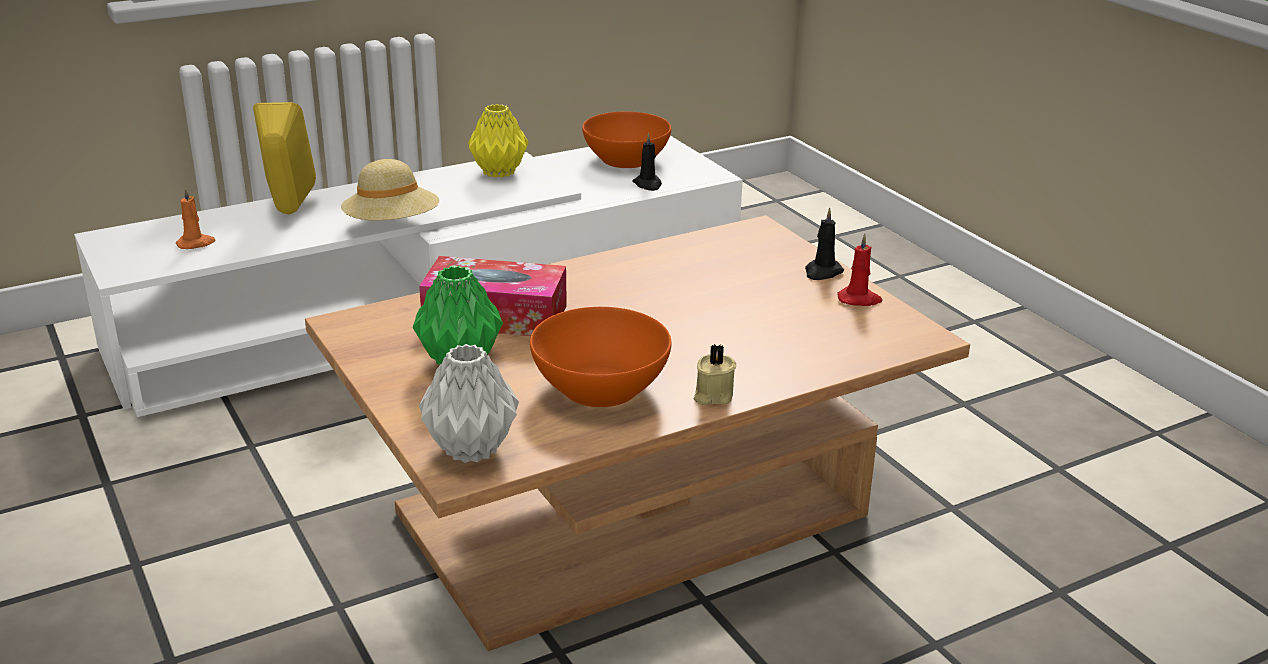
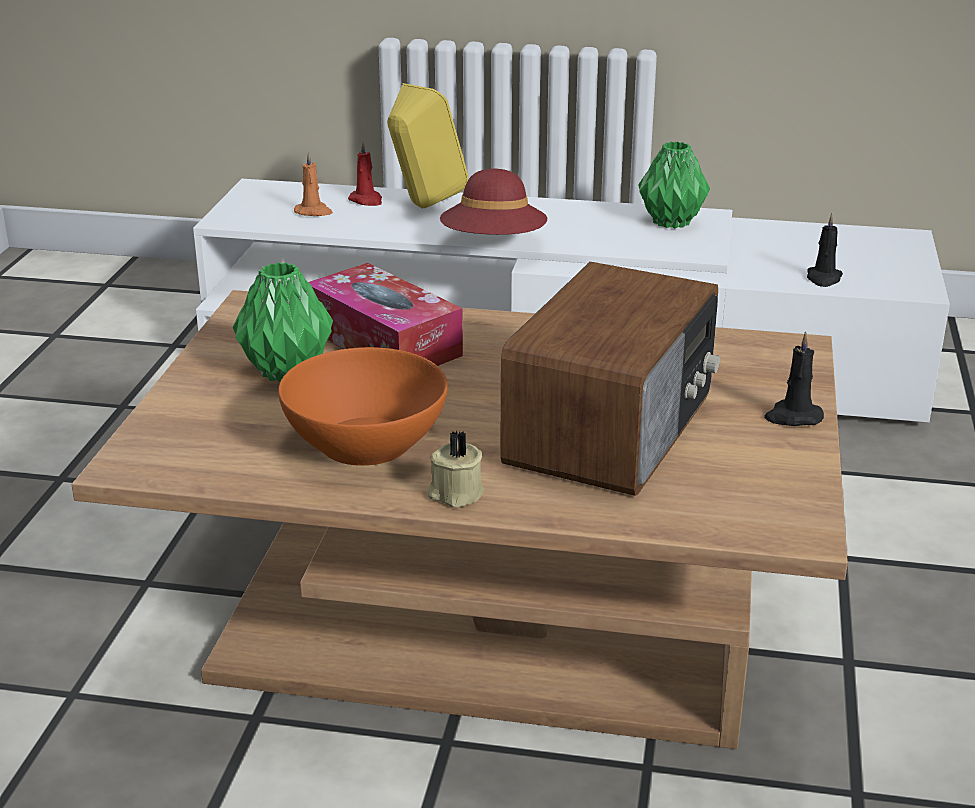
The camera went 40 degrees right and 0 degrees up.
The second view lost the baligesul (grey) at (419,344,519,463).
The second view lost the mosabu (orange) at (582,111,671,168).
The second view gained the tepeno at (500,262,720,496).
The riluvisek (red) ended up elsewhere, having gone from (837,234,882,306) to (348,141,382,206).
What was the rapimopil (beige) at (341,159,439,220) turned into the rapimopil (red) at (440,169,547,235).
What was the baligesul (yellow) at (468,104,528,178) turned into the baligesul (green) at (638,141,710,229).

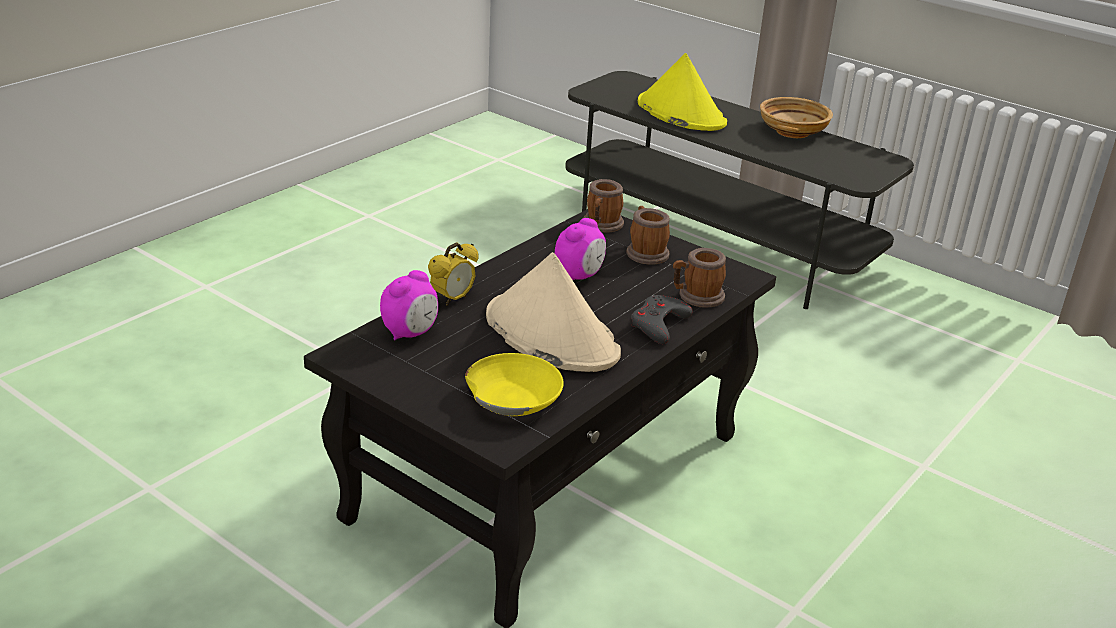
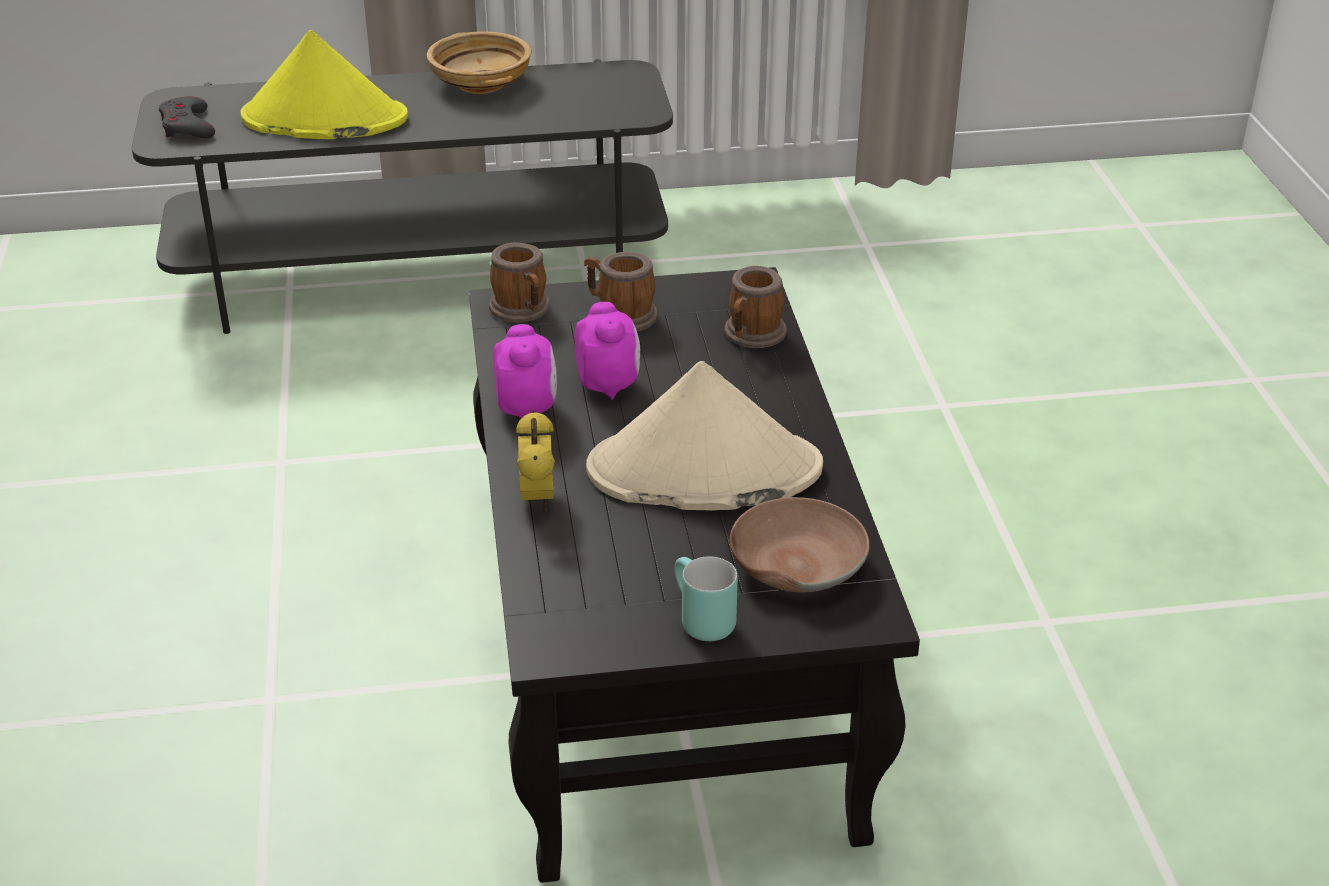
The camera went 45 degrees left and 5 degrees up.
The second view gained the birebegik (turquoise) at (675,556,738,641).
The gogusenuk ended up elsewhere, having gone from (380,270,438,340) to (493,324,557,418).
The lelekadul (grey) ended up elsewhere, having gone from (631,295,693,344) to (159,96,215,138).
What was the mosabu (yellow) at (465,353,564,416) turned into the mosabu (brown) at (729,497,870,592).

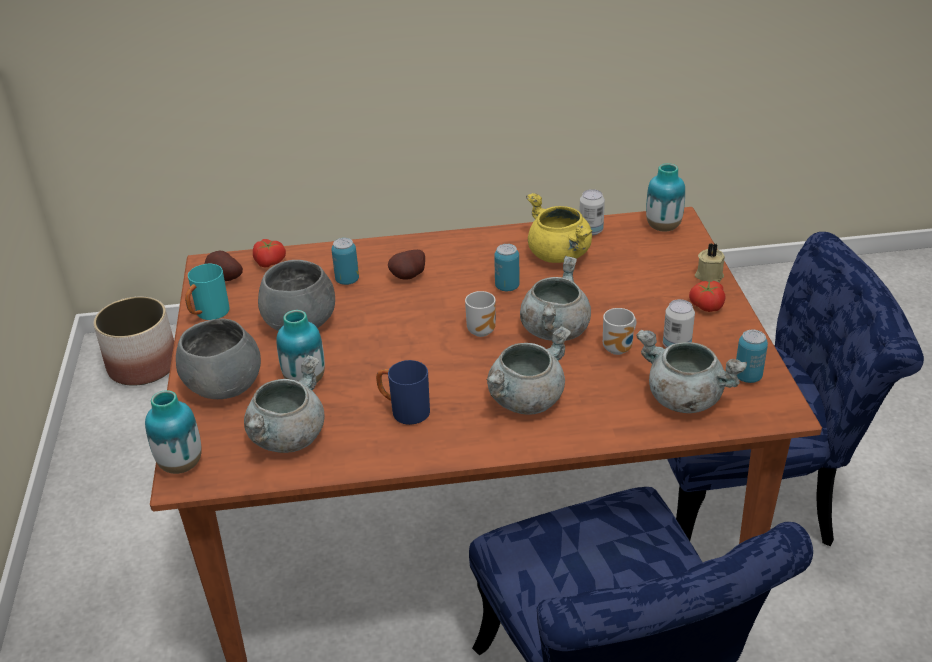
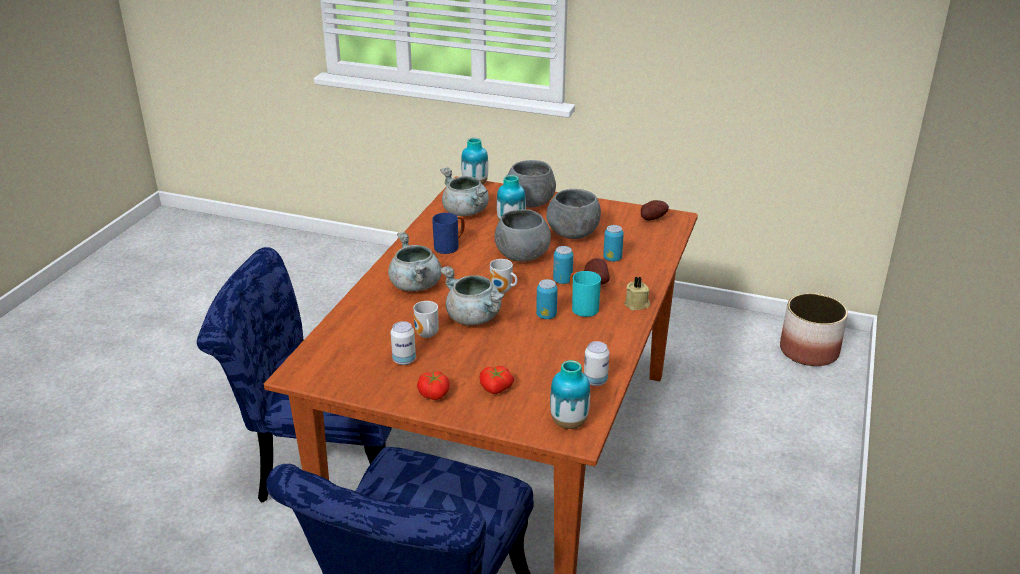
The camera went 115 degrees right and 5 degrees down.
The second view lost the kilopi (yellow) at (526,193,592,263).
The second view lost the kilopi (grey) at (636,329,747,413).
The second view gained the mosabu (grey) at (494,209,551,262).
The birebegik (turquoise) ended up elsewhere, having gone from (185,264,230,320) to (570,271,601,317).
The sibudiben ended up elsewhere, having gone from (253,239,286,267) to (480,366,514,394).
The riluvisek (beige) ended up elsewhere, having gone from (695,243,725,283) to (624,276,650,310).
The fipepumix ended up elsewhere, having gone from (736,330,768,383) to (553,246,573,284).

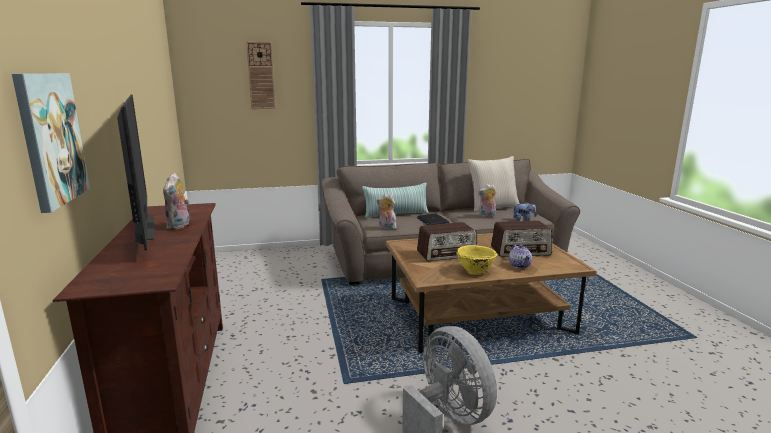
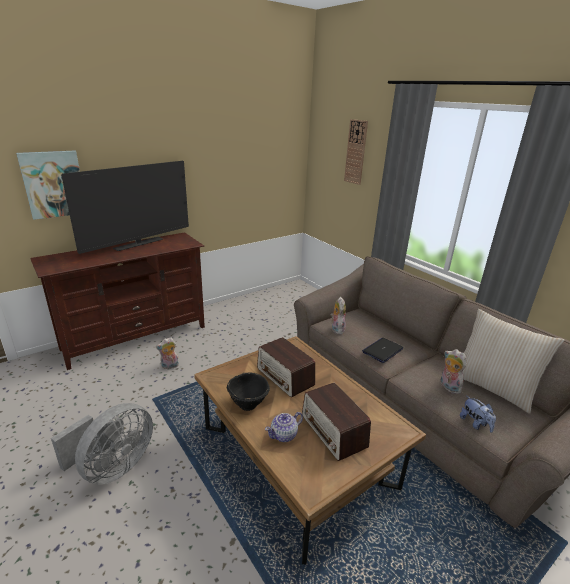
The camera went 65 degrees right and 10 degrees up.
The second view lost the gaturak at (362,183,429,218).
The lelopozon ended up elsewhere, having gone from (163,173,190,230) to (156,337,179,369).
What was the mosabu (yellow) at (456,245,497,275) turned into the mosabu (black) at (227,372,270,411).

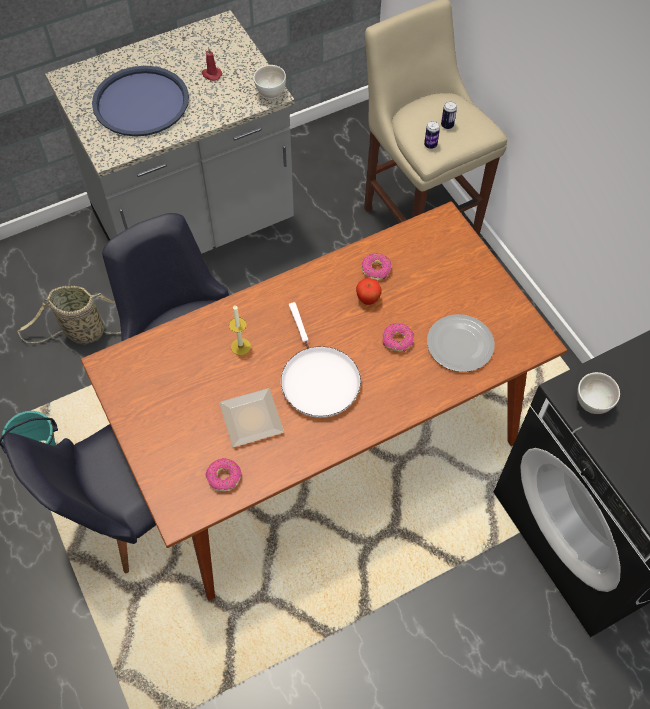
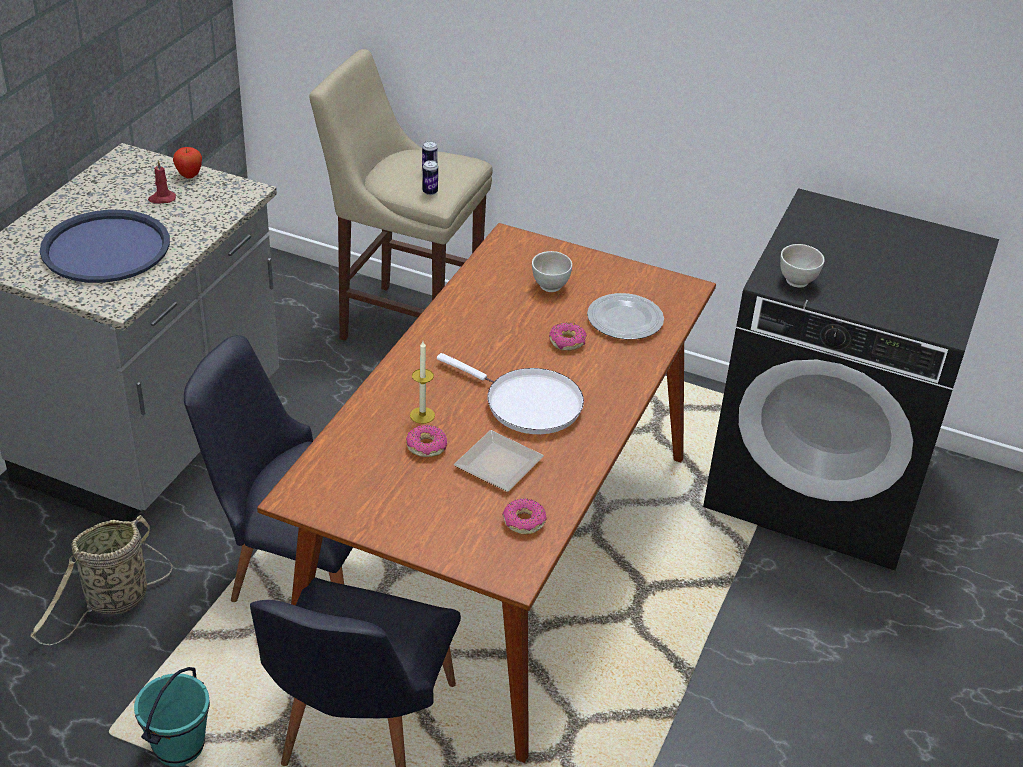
The camera went 40 degrees left and 20 degrees down.
The mosabu (white) ended up elsewhere, having gone from (253,65,286,99) to (532,251,572,292).
The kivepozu ended up elsewhere, having gone from (356,278,382,305) to (173,147,202,179).
The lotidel ended up elsewhere, having gone from (362,253,391,280) to (406,425,447,457).

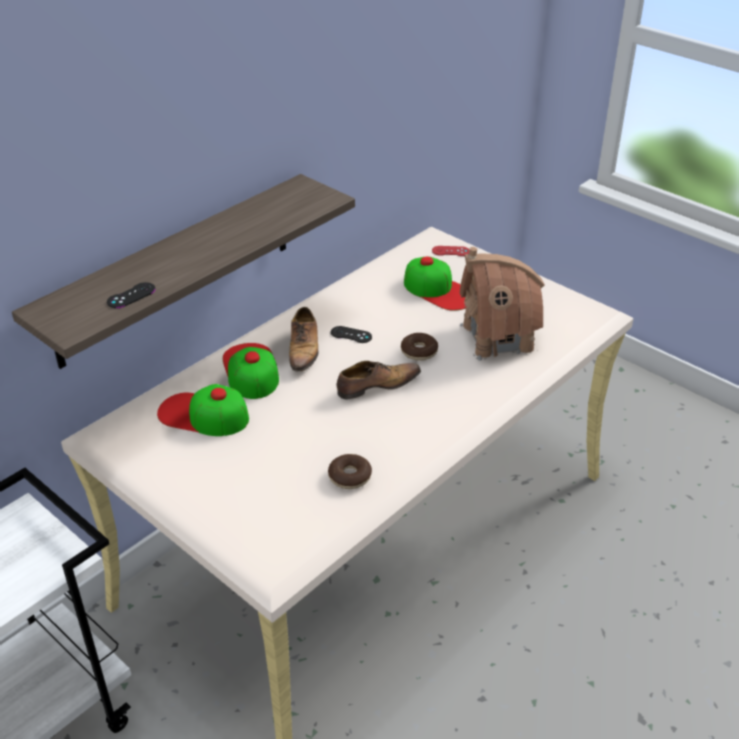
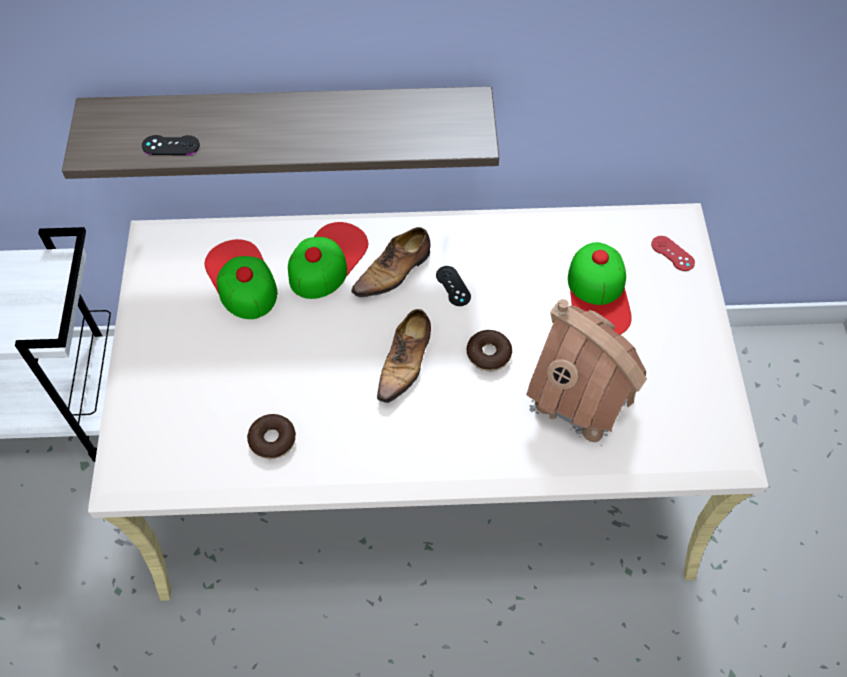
The camera went 45 degrees right and 20 degrees up.
The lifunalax at (337,361,421,399) ended up facing another way, 90 degrees clockwise from before.

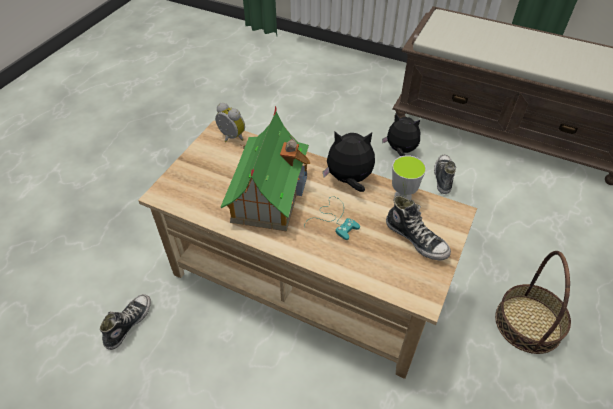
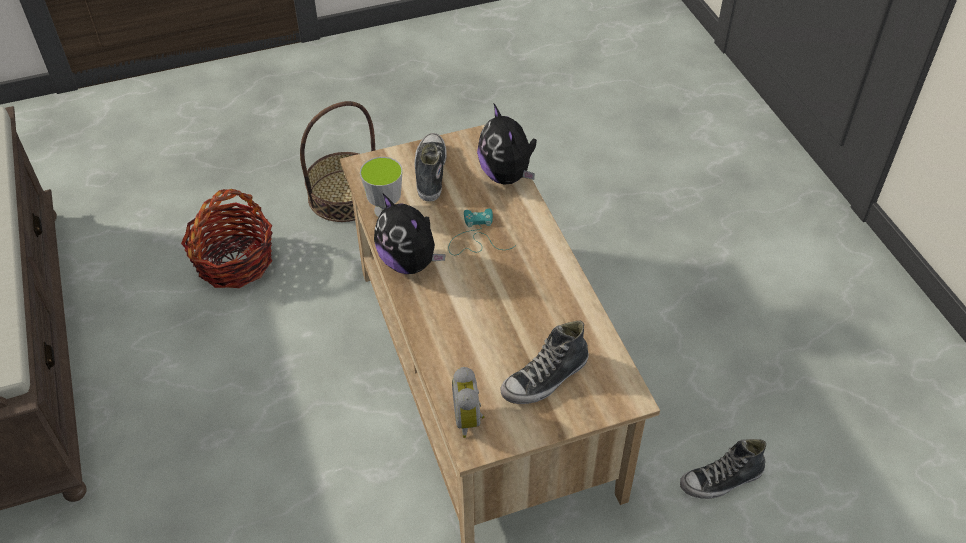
The camera went 135 degrees left and 0 degrees up.
The second view lost the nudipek at (220,106,310,231).
The second view gained the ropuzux at (181,189,273,288).
The lelopozon ended up elsewhere, having gone from (382,114,420,156) to (477,104,537,185).
The lifunalax ended up elsewhere, having gone from (434,155,456,194) to (500,321,589,404).

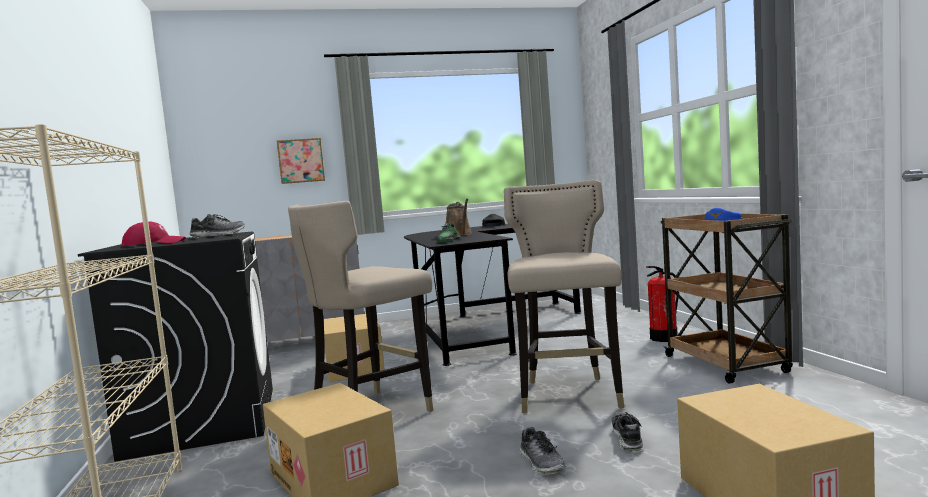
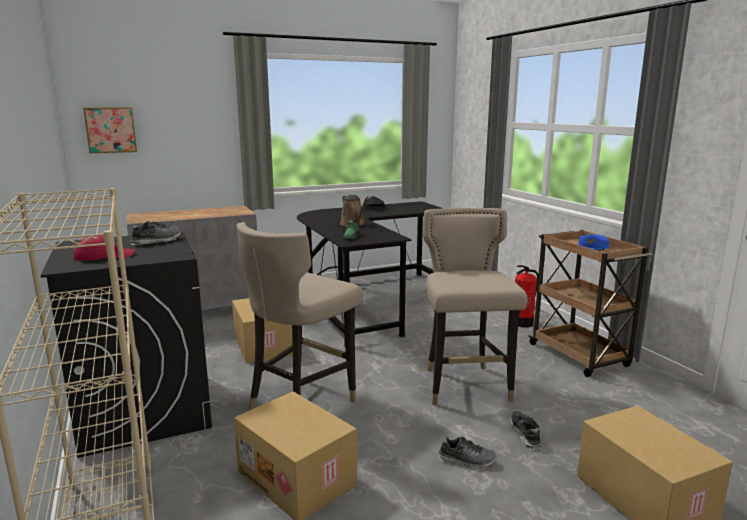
The camera went 10 degrees left and 10 degrees up.
The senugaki ended up elsewhere, having gone from (277,138,325,184) to (83,107,137,153).
The lifunalax at (519,427,566,475) ended up facing another way, 45 degrees counterclockwise from before.

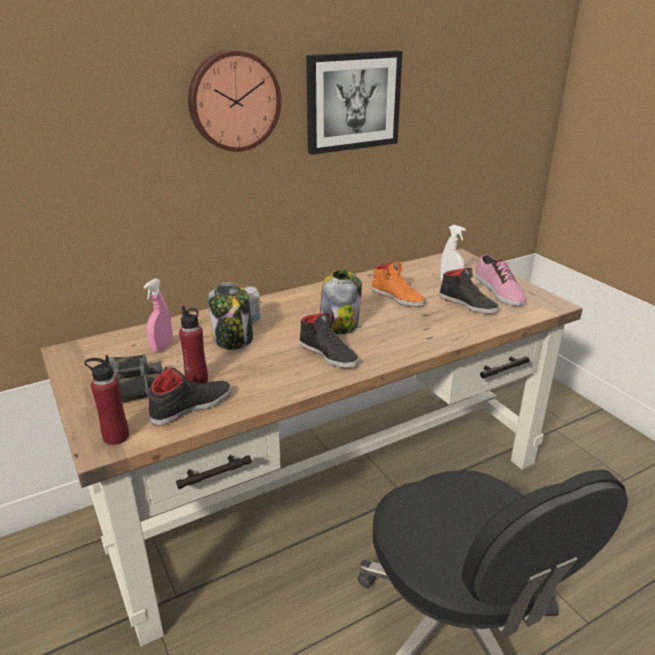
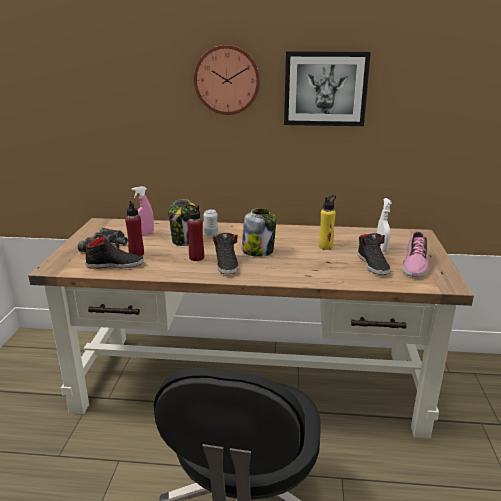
The camera went 35 degrees right and 5 degrees down.
The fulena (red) ended up elsewhere, having gone from (85,355,129,445) to (186,205,204,261).
Where the lifunalax (orange) stood at (371,262,425,307), the fulena (yellow) came to stand at (319,195,336,250).

